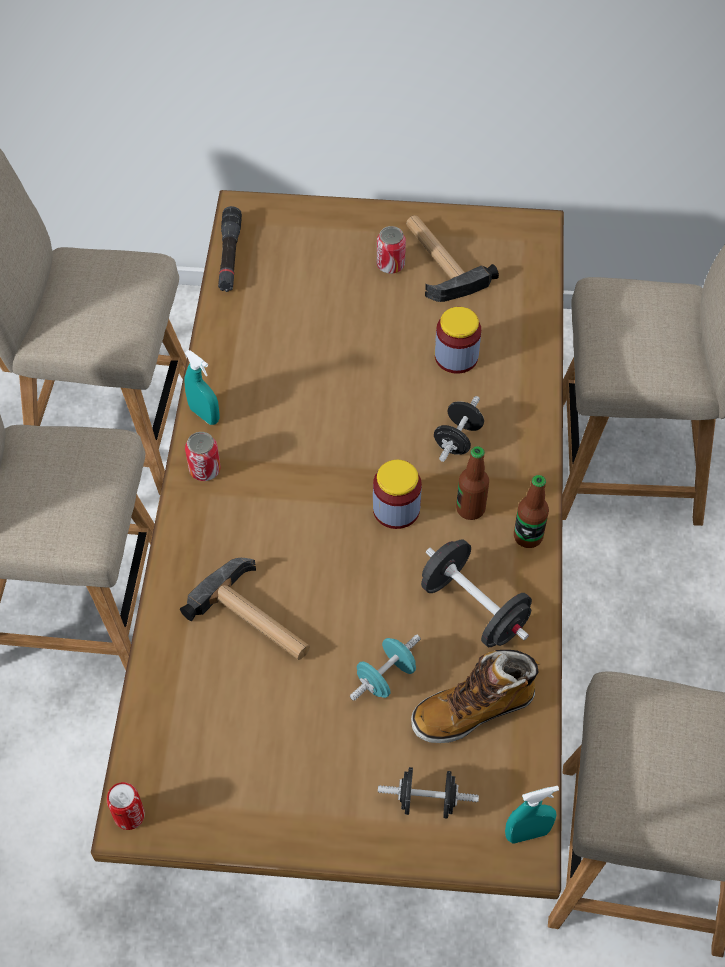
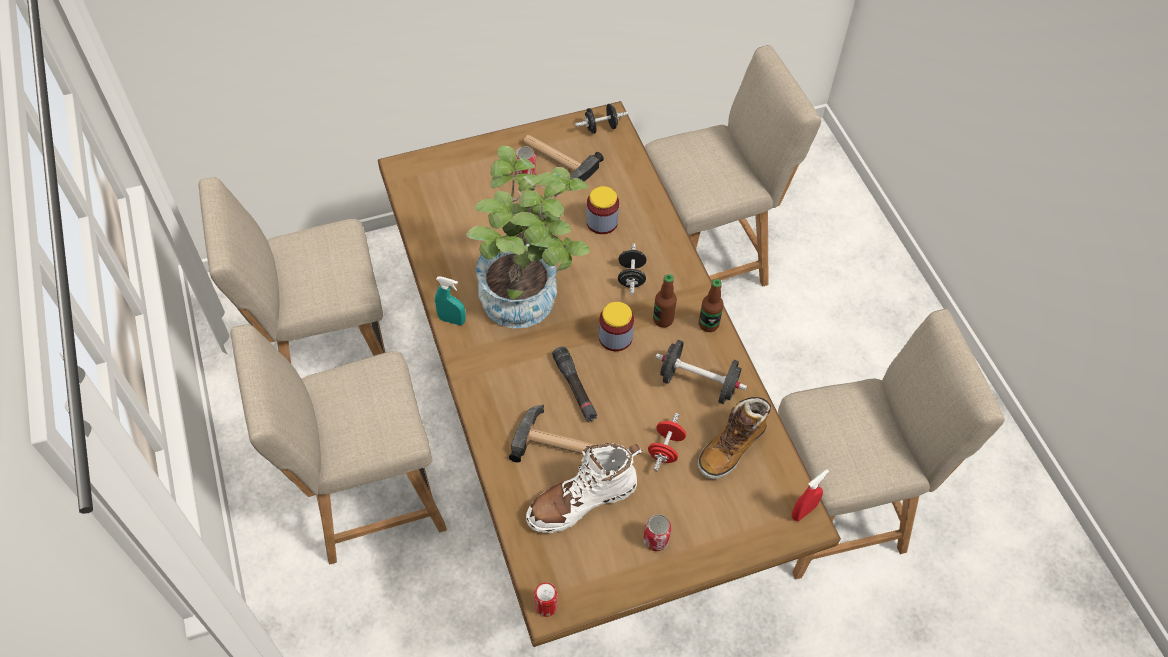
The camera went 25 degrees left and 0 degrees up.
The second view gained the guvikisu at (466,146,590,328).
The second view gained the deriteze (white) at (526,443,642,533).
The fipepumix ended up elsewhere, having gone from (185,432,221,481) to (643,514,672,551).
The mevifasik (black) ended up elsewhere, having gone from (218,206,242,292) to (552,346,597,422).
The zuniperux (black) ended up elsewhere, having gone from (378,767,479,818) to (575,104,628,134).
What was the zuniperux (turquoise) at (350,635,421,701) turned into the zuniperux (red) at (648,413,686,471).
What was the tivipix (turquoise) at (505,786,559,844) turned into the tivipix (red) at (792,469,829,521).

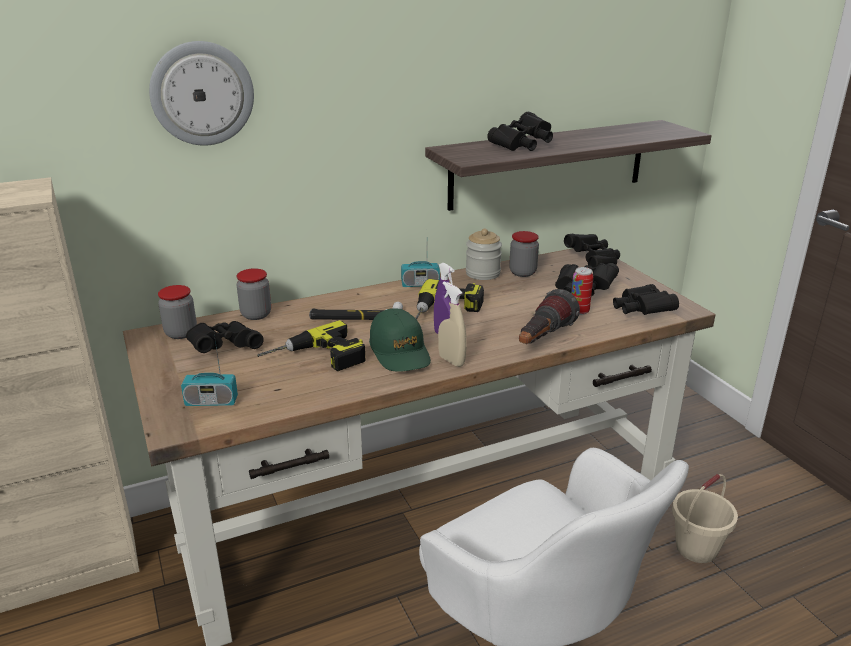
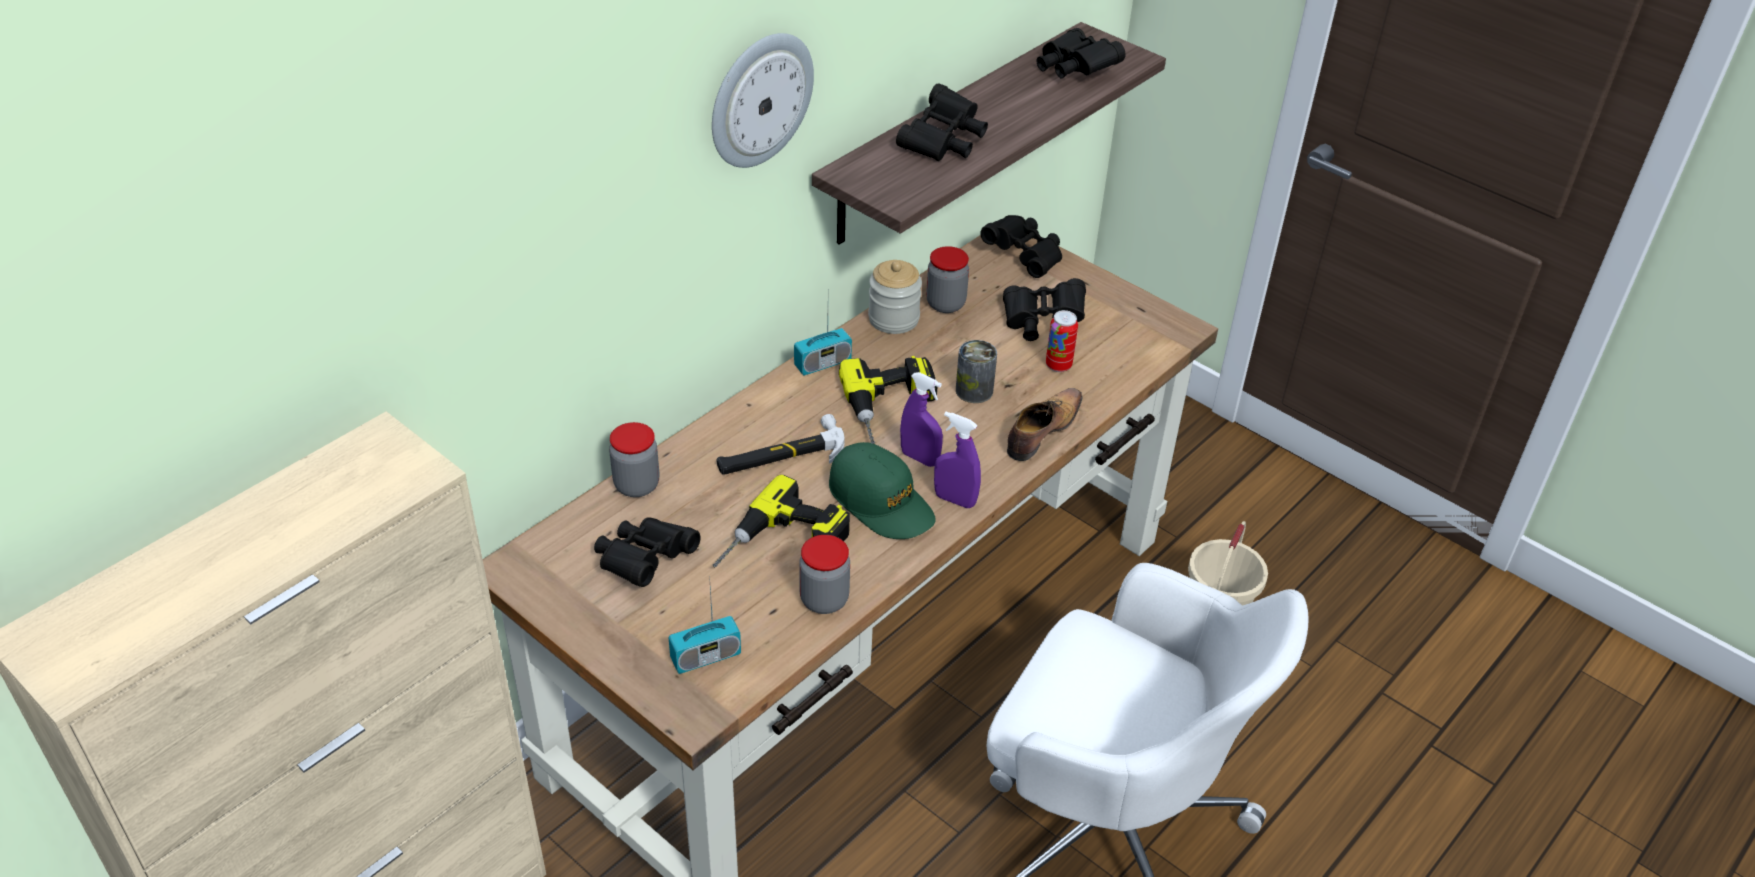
The camera went 25 degrees left and 15 degrees up.
The second view gained the fipepumix at (956,340,997,403).
The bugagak ended up elsewhere, having gone from (149,41,254,146) to (712,33,814,168).
The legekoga ended up elsewhere, having gone from (158,285,197,339) to (799,535,850,614).
The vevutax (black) ended up elsewhere, having gone from (613,284,679,315) to (1037,28,1126,79).
Where the mevifasik stood at (519,289,580,344), the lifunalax came to stand at (1007,388,1082,461).
What was the tivipix (beige) at (438,281,467,367) turned into the tivipix (purple) at (934,412,981,508).

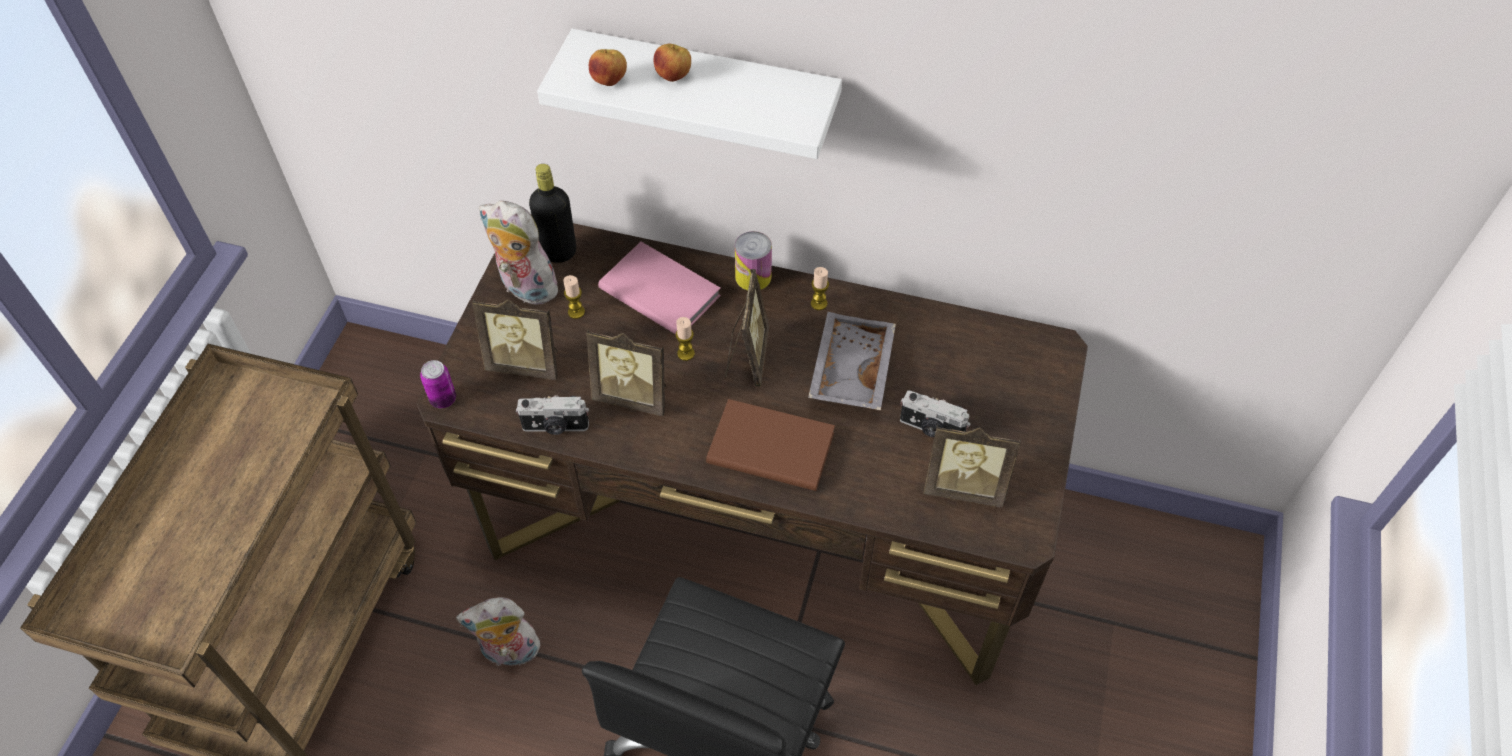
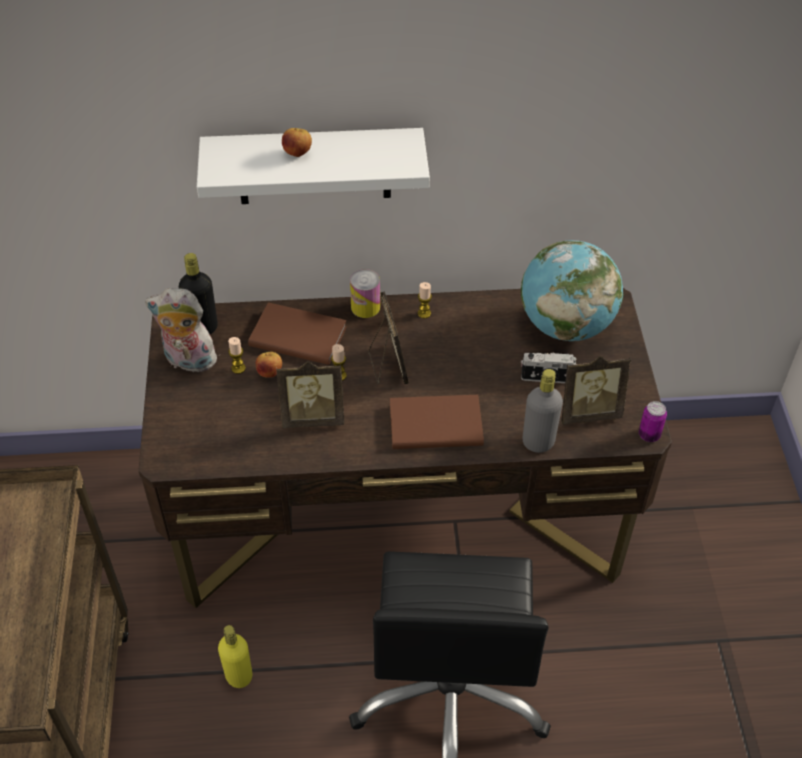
The camera went 20 degrees left and 5 degrees down.
The second view lost the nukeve at (472,299,558,380).
The second view lost the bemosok at (516,395,589,435).
The second view lost the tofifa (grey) at (808,312,896,410).
The second view gained the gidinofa at (521,240,623,341).
The second view gained the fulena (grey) at (523,369,563,453).
The fipepumix ended up elsewhere, having gone from (420,360,456,408) to (639,401,667,442).
The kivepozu ended up elsewhere, having gone from (589,49,627,86) to (256,351,282,378).
Where the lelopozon stood at (456,597,540,670), the fulena (yellow) came to stand at (218,625,252,688).
What was the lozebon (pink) at (598,242,721,334) turned into the lozebon (brown) at (248,302,347,365).

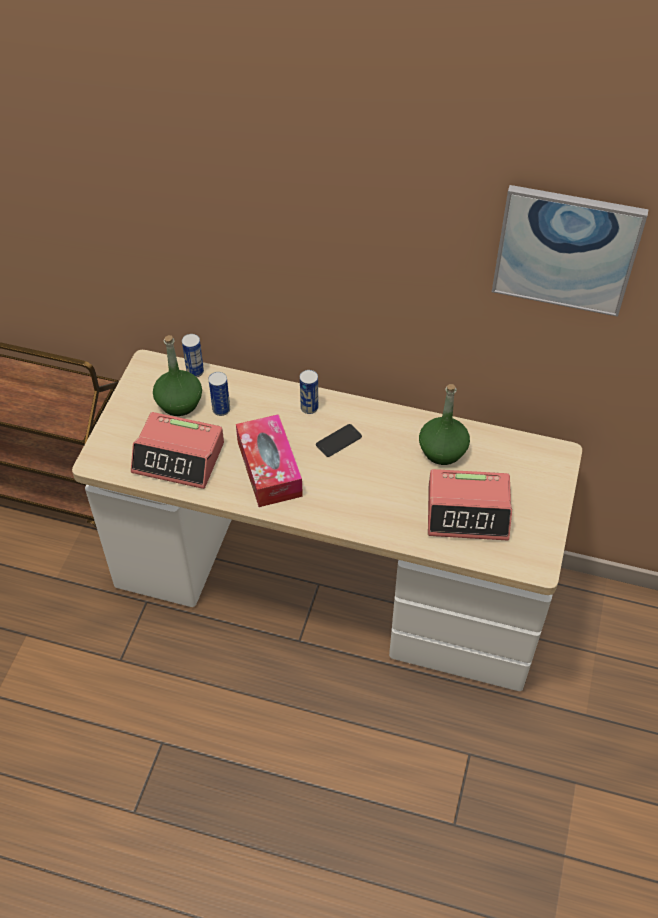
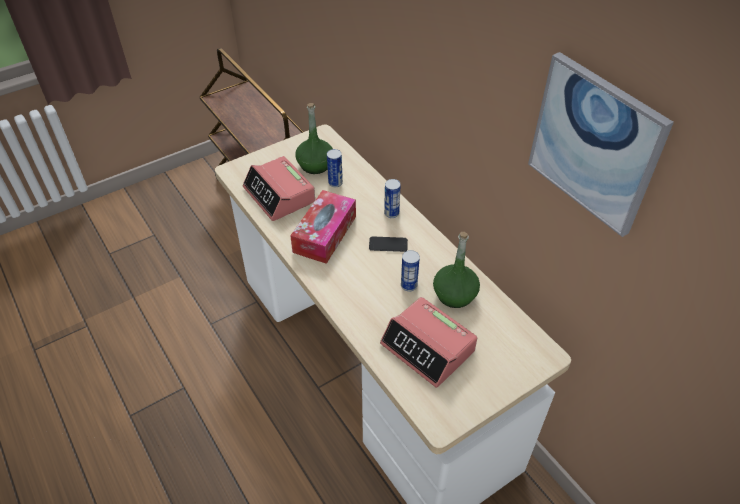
The camera went 40 degrees right and 5 degrees down.
The fipepumix ended up elsewhere, having gone from (182,334,204,377) to (401,250,420,291).

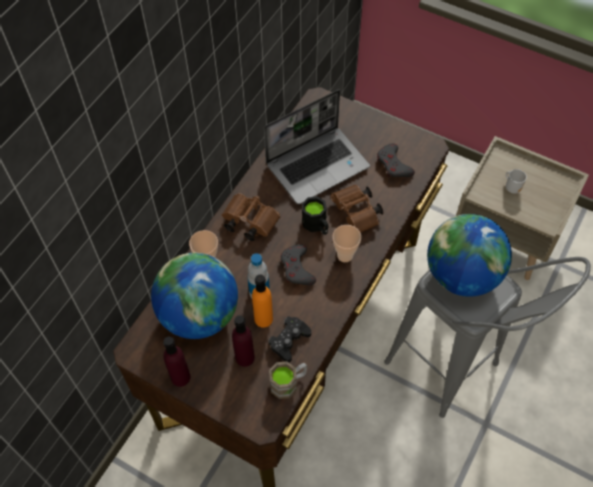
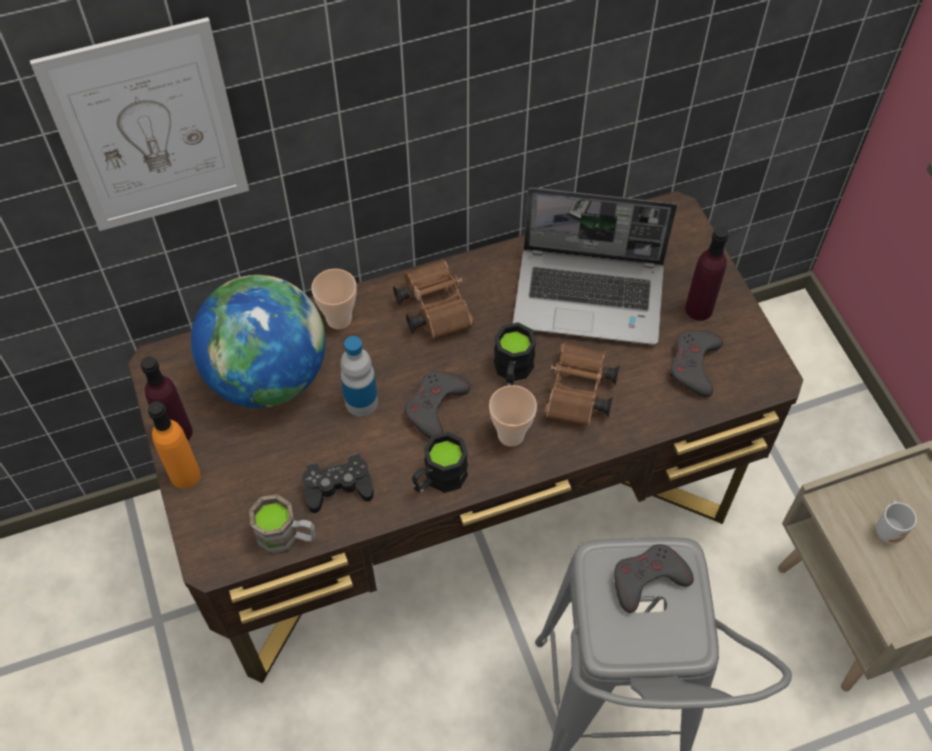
The camera went 40 degrees right and 0 degrees up.
The second view gained the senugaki at (30,17,249,231).
The second view gained the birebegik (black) at (412,432,468,493).
The fulena (purple) ended up elsewhere, having gone from (232,315,255,367) to (685,227,729,321).
The fulena (orange) ended up elsewhere, having gone from (252,274,273,328) to (148,401,200,489).
Where the gidinofa stood at (427,214,512,297), the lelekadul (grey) came to stand at (614,544,694,613).

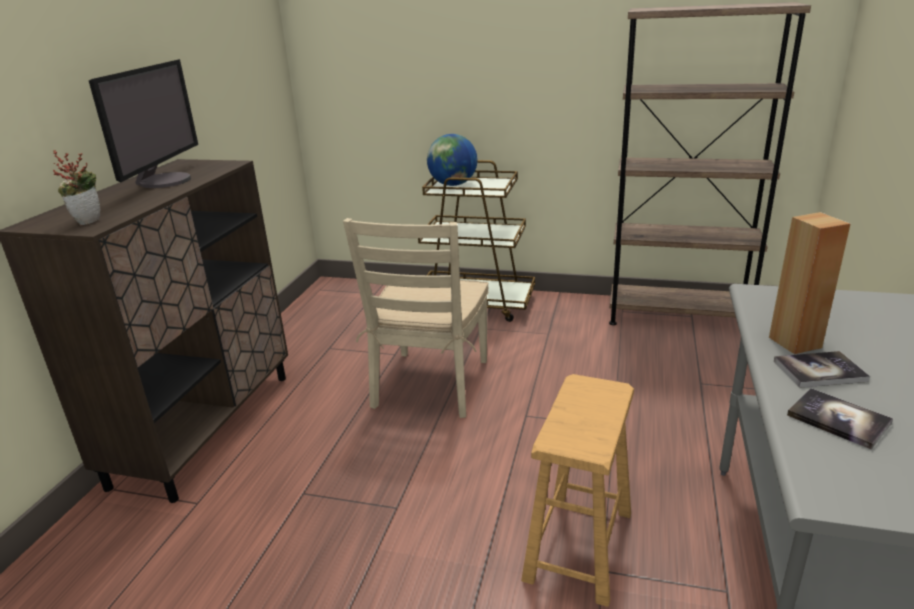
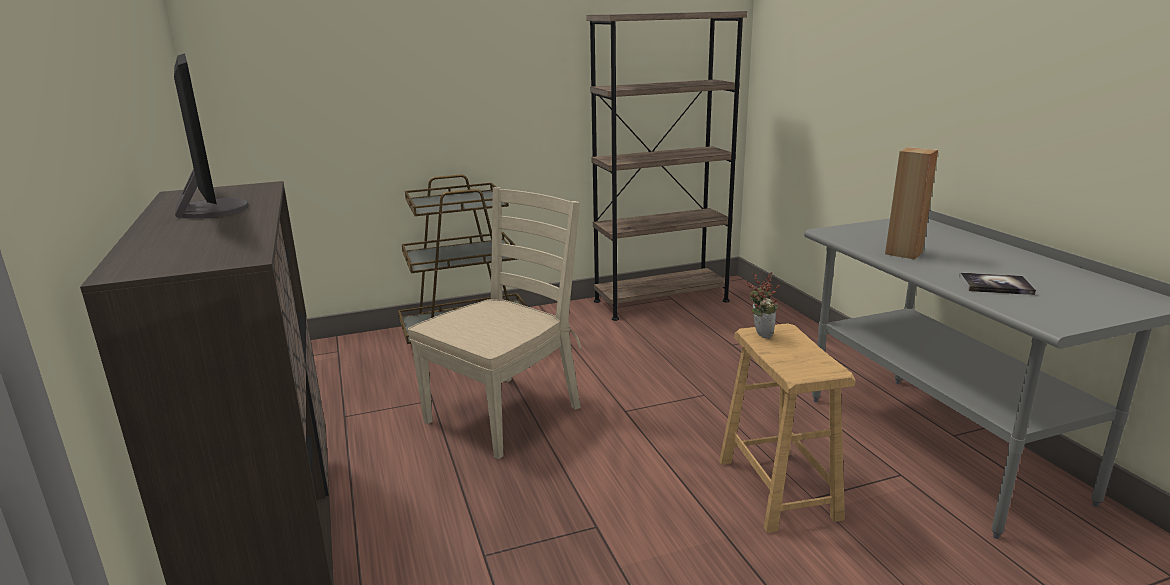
The camera went 35 degrees left and 5 degrees down.
The second view lost the gidinofa at (427,134,477,186).
The second view lost the lozebon at (774,351,870,388).
The guvikisu ended up elsewhere, having gone from (53,150,100,226) to (746,272,780,339).
The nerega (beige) at (343,218,489,418) ended up facing another way, 120 degrees counterclockwise from before.

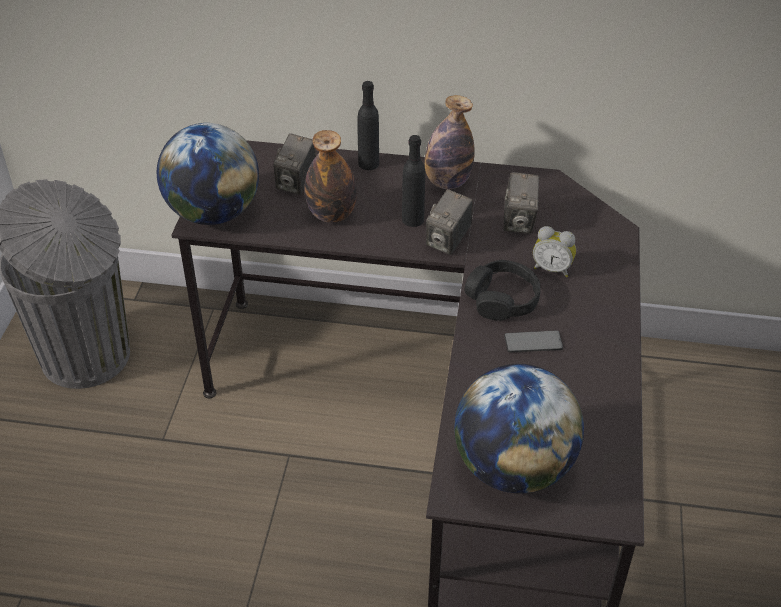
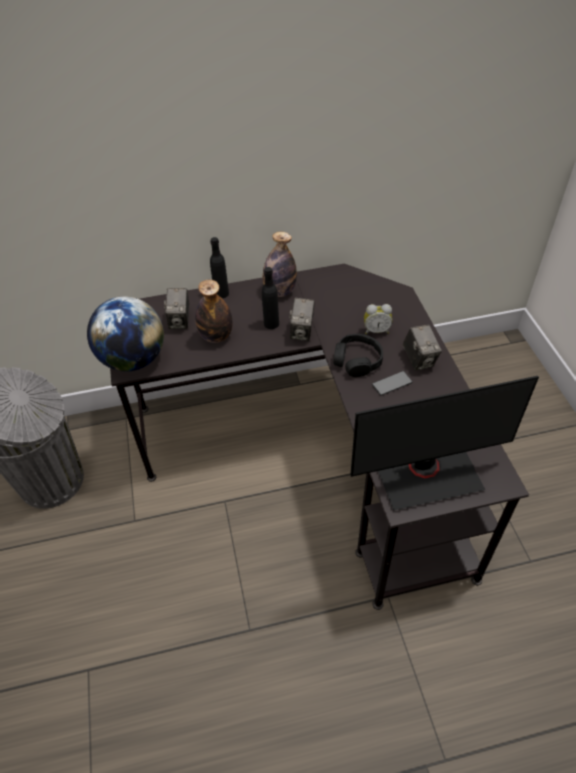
The camera went 20 degrees left and 5 degrees up.
The bemosok ended up elsewhere, having gone from (503,172,539,234) to (403,324,442,371).
Where the gidinofa stood at (454,364,584,494), the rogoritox came to stand at (350,376,539,511).

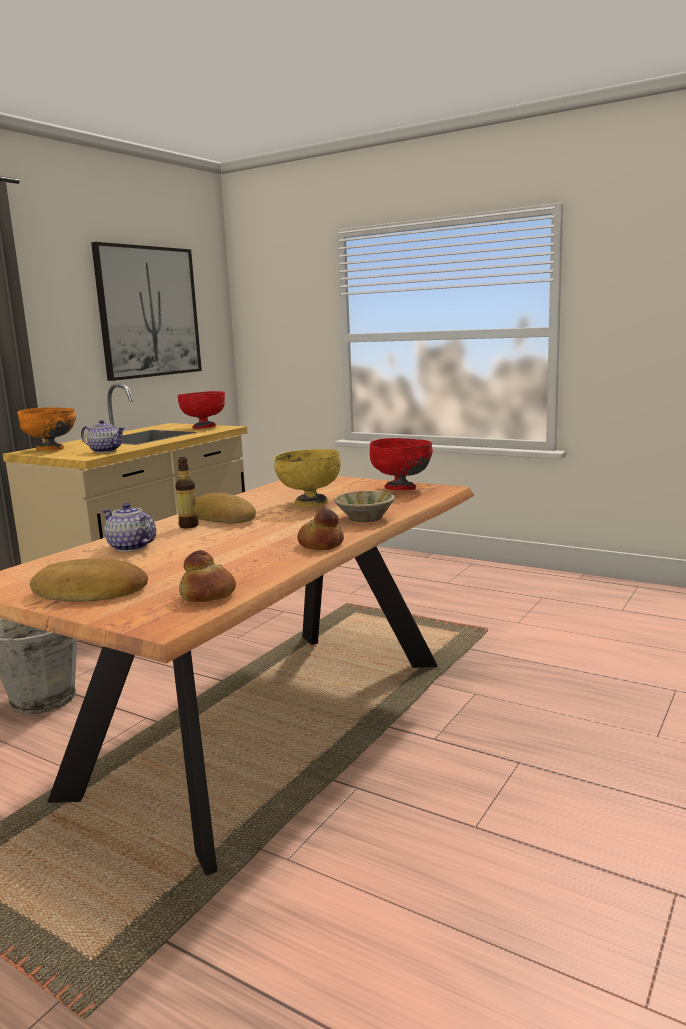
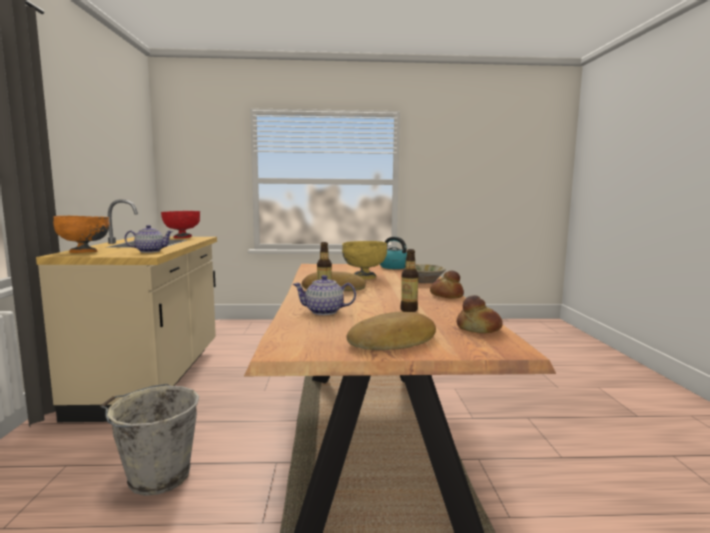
The camera went 35 degrees left and 5 degrees down.
The second view lost the senugaki at (91,242,202,381).
The second view gained the fulena at (400,249,419,312).
Where the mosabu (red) stood at (370,438,433,490), the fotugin came to stand at (380,237,407,269).

